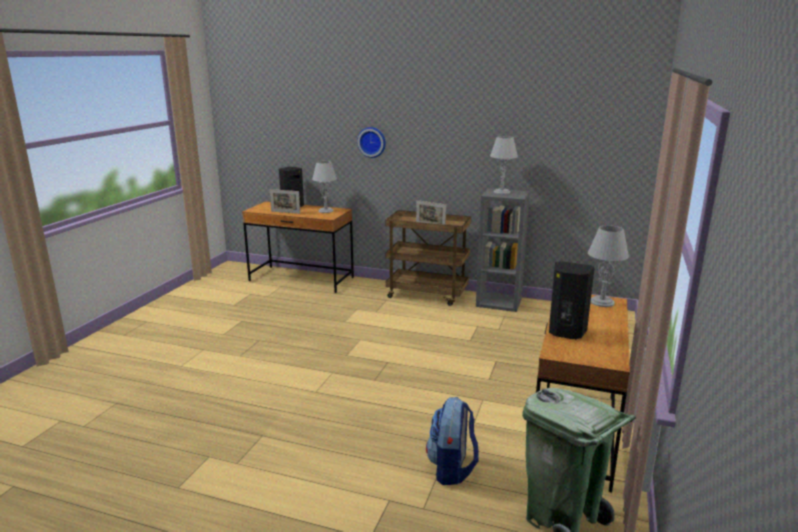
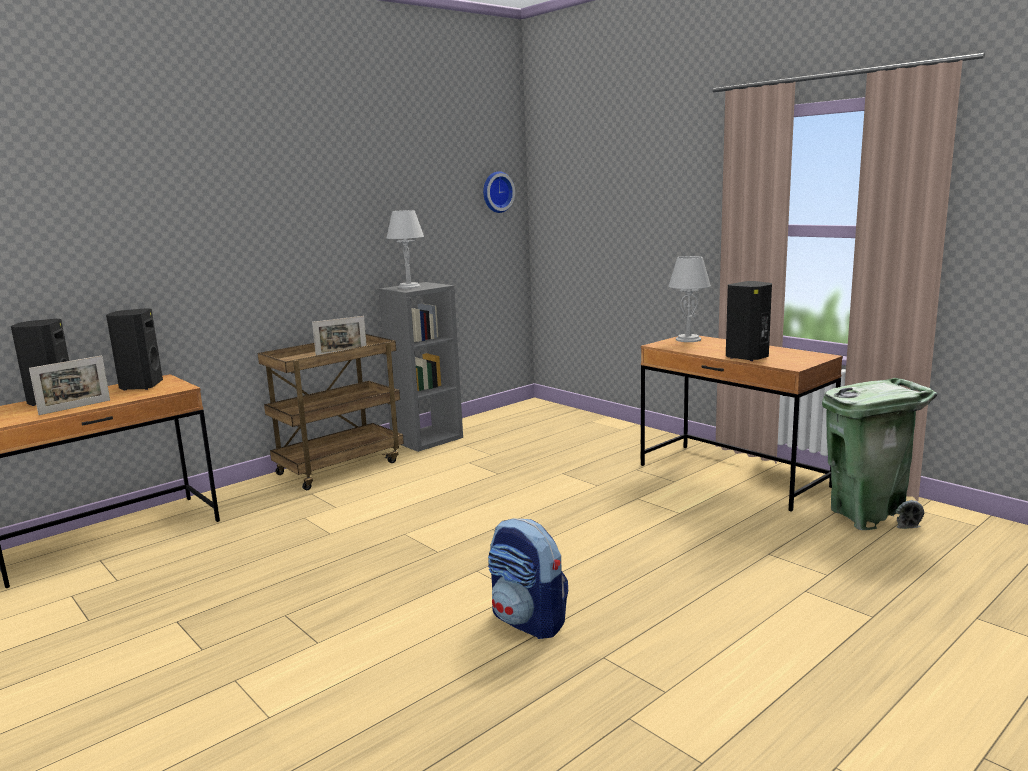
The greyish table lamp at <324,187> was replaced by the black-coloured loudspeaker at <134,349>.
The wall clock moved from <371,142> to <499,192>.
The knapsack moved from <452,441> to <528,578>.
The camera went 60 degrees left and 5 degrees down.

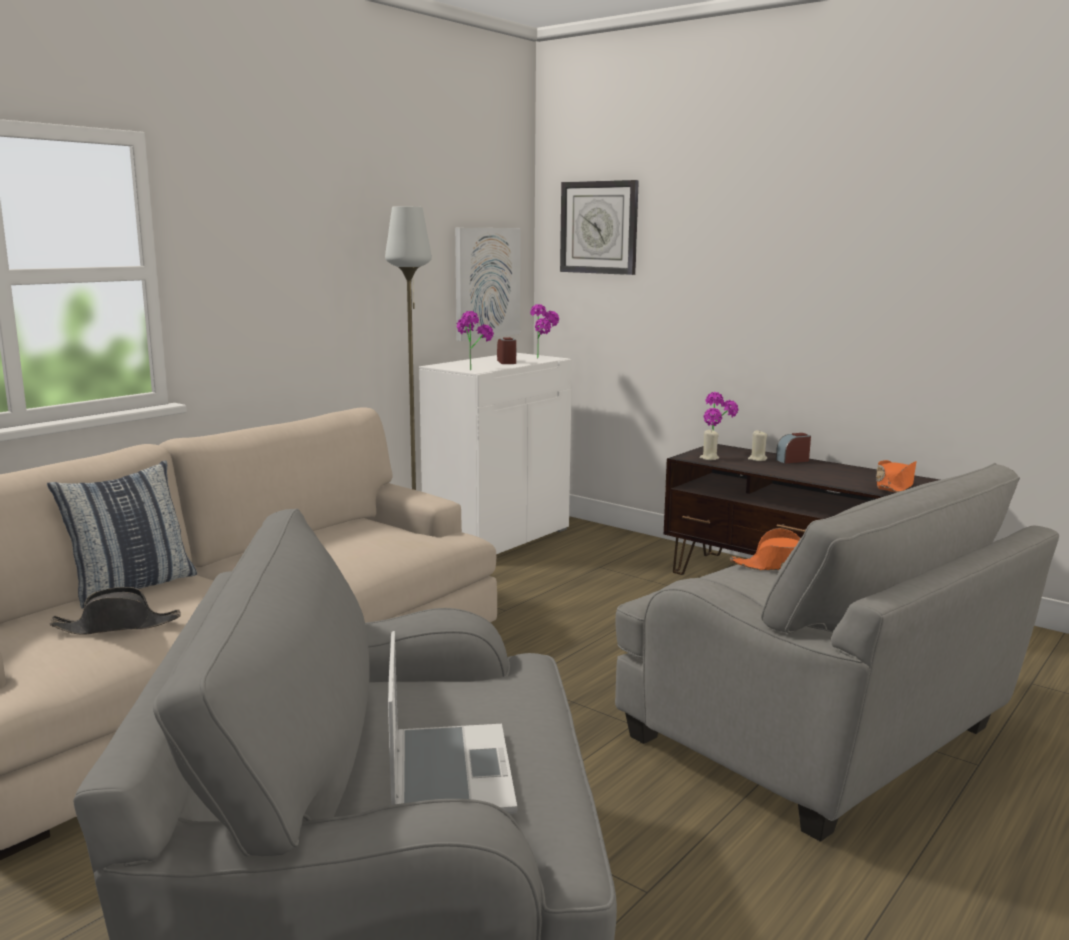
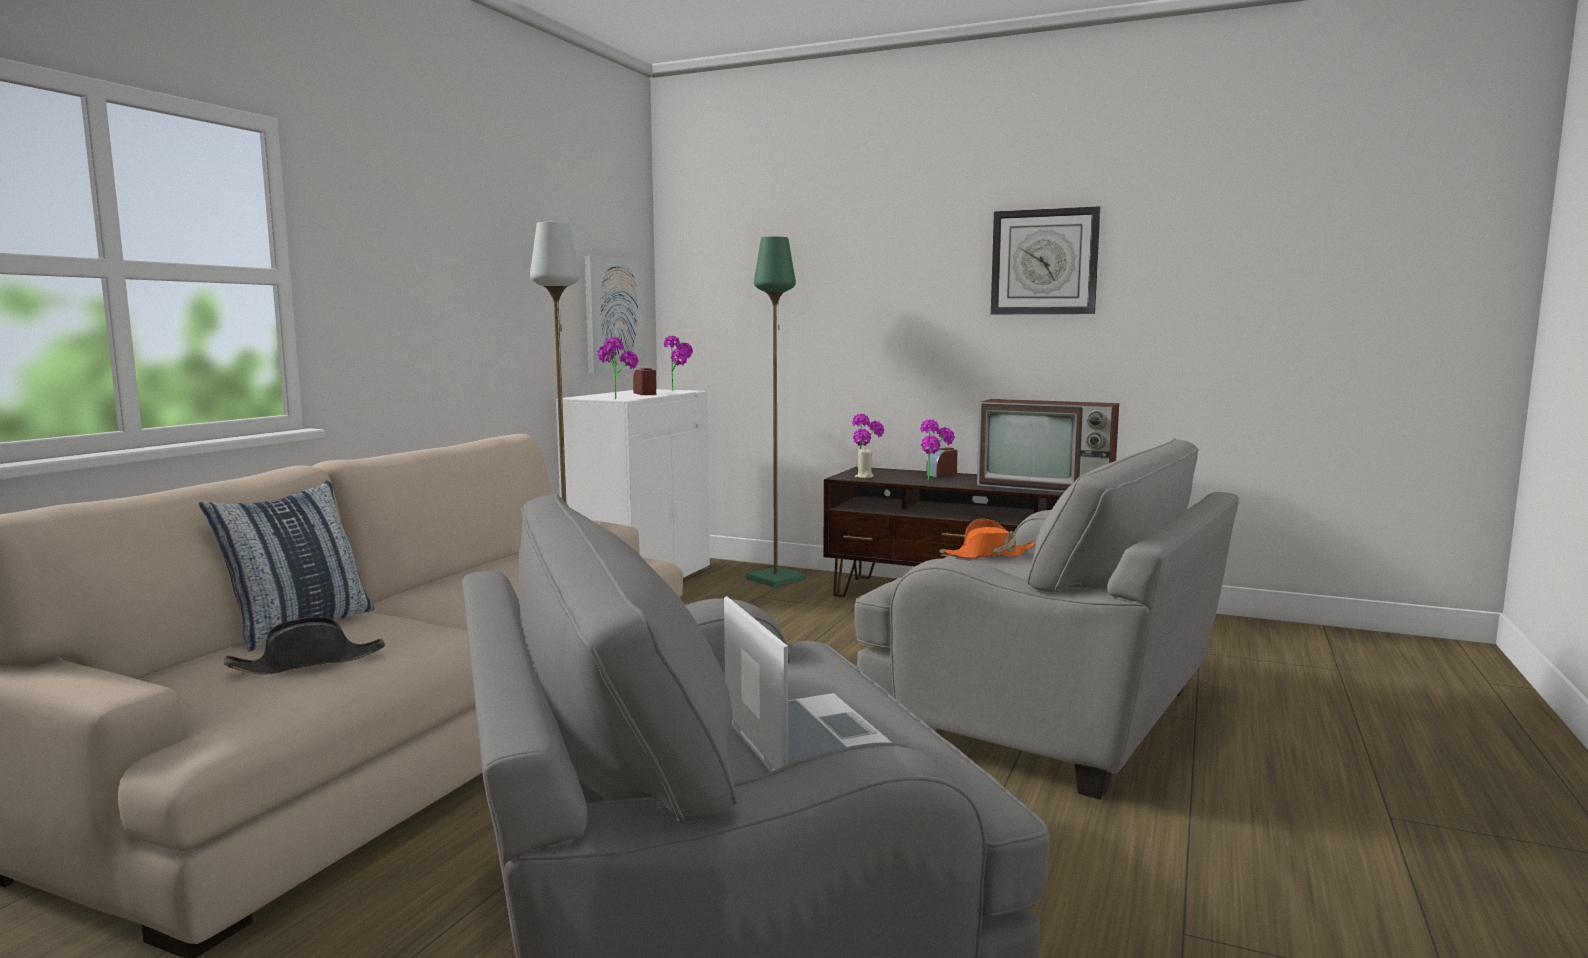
The wall clock moved from <599,227> to <1045,260>.
The sand-coloured wax light at <757,446> disappeared.
The orange hat at <896,476> was replaced by the TV set at <1048,445>.
The green-coloured floor lamp at <775,412> appeared.
The houseplant at <937,449> appeared.
The camera went 15 degrees left and 5 degrees down.

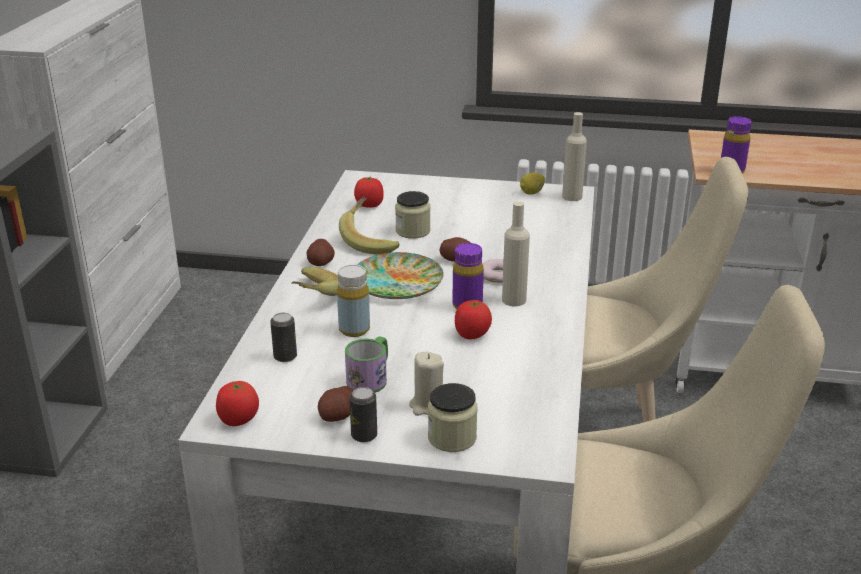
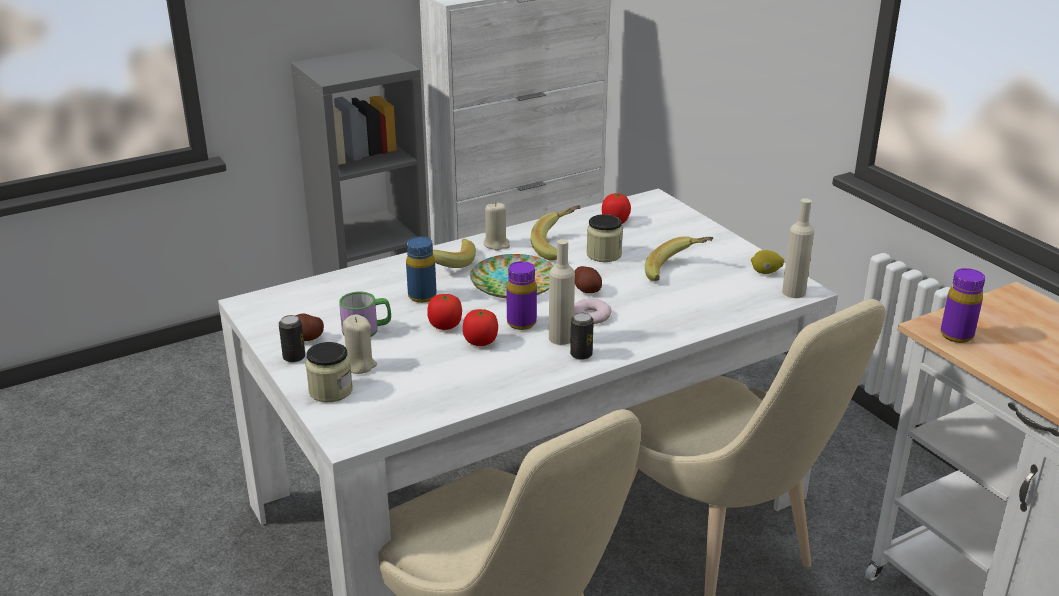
The fresh tomato moved from <237,403> to <444,312>.
The sealed can moved from <283,337> to <582,336>.
The spud at <320,252> was replaced by the sand-coloured wax light at <497,226>.
The yellow-coloured bottle at <353,301> became the blue bottle at <421,270>.
The whole banana at <679,258> appeared.
The camera went 50 degrees right and 0 degrees up.

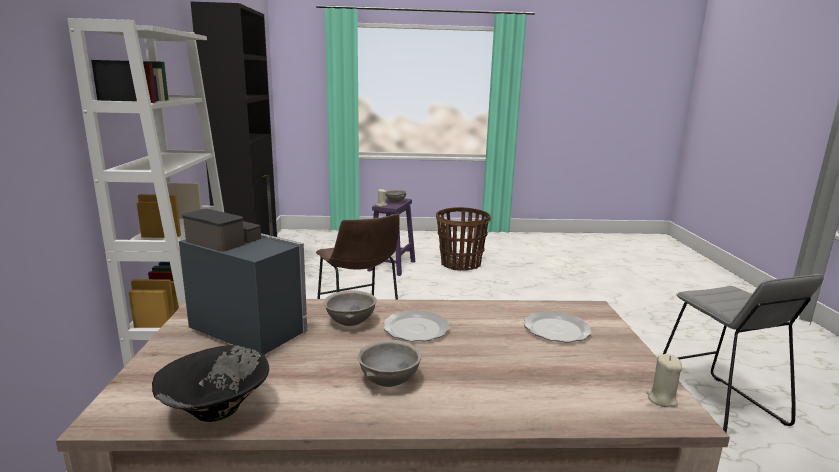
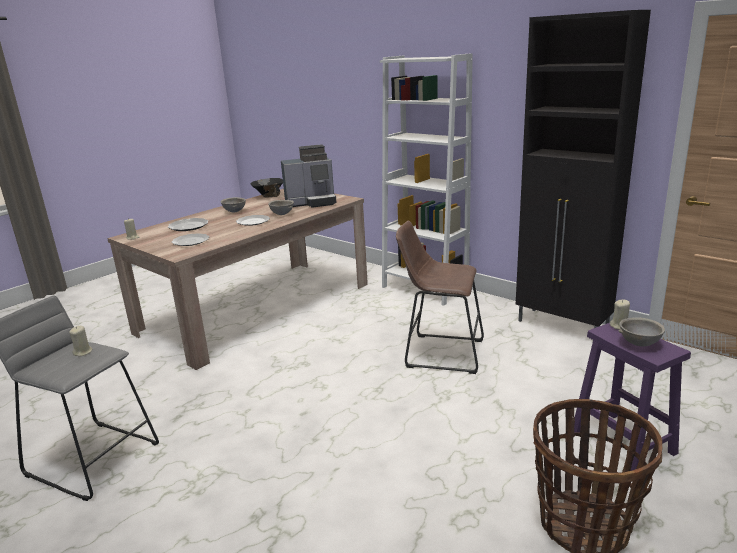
The sand-coloured wax light at <80,341> appeared.
The flat dish at <188,224> appeared.
The camera went 135 degrees right and 5 degrees up.

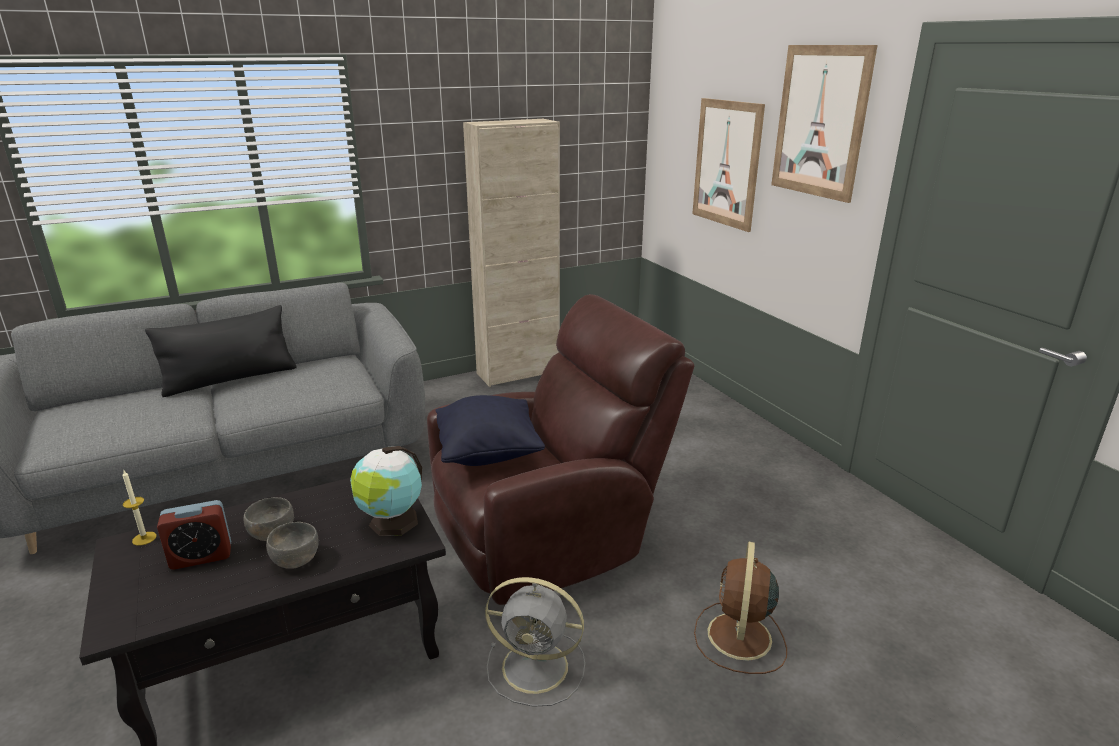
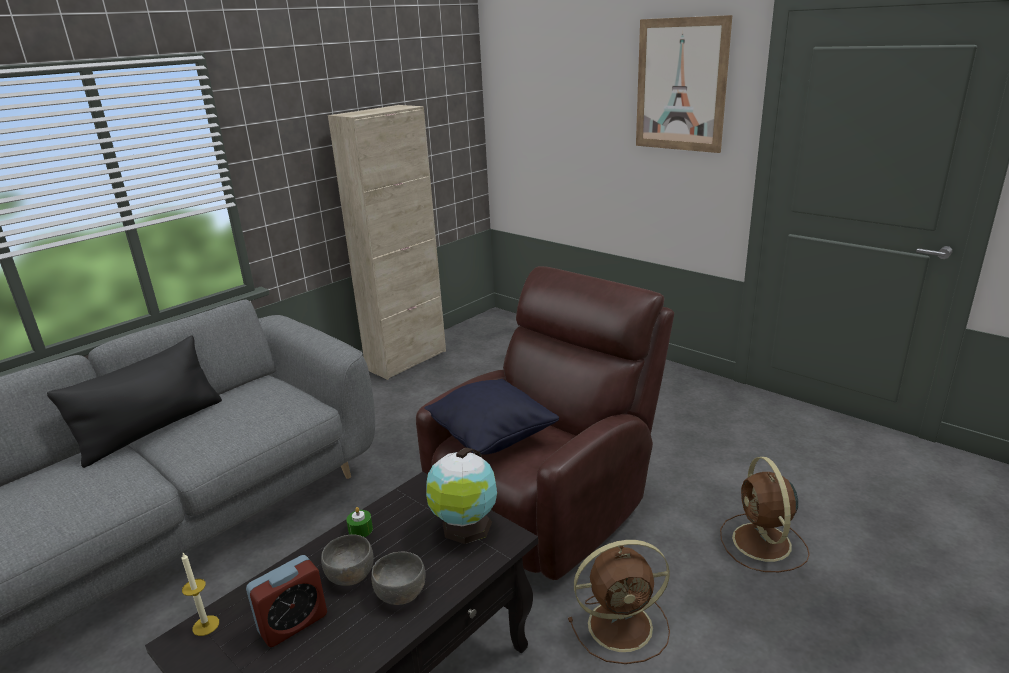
The greyish cooling fan at <535,642> became the brown-coloured cooling fan at <619,602>.
The wall picture at <728,165> disappeared.
The green-coloured wax light at <359,522> appeared.
The camera went 20 degrees left and 0 degrees up.

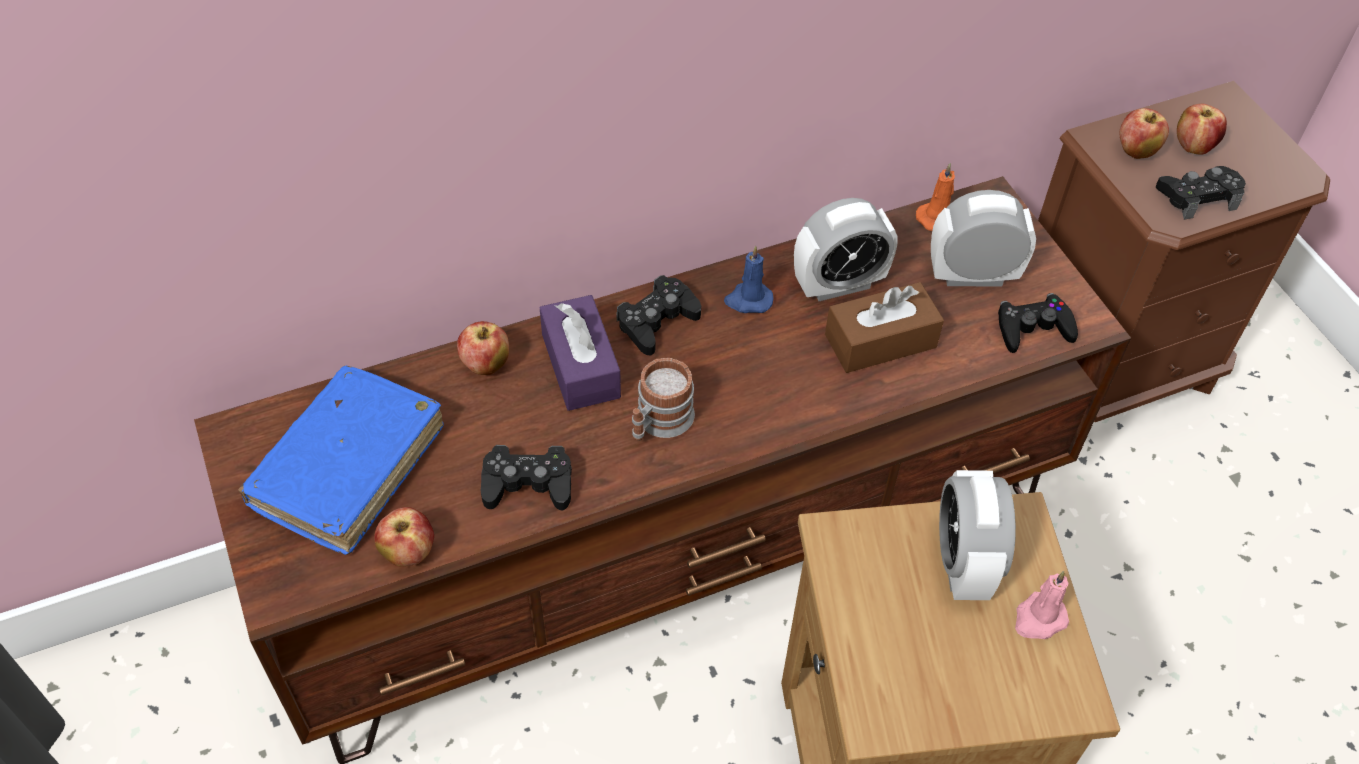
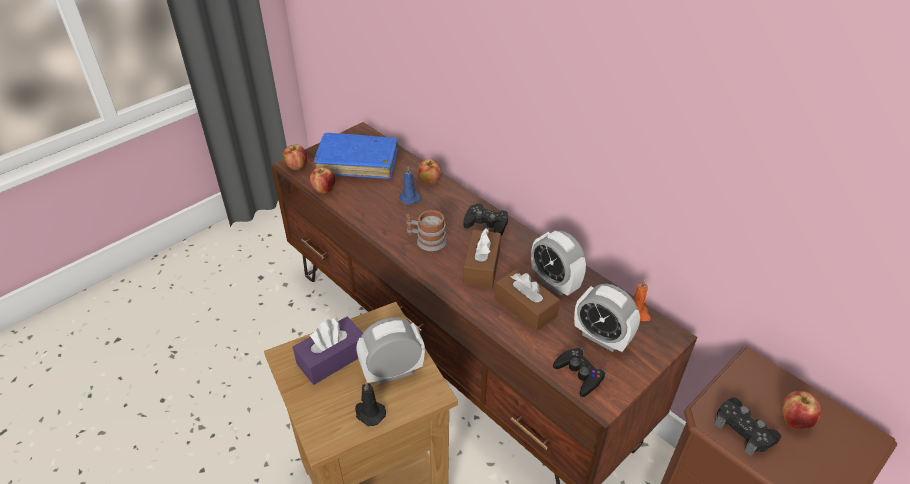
The black-coloured joypad at <526,477> disappeared.
The purple tissue holder moved from <580,353> to <328,351>.
The blue wax light moved from <749,279> to <410,185>.
The table clock at <983,238> turned 150 degrees clockwise.
The pink wax light at <1042,605> became the black-coloured wax light at <370,403>.
The whole apple moved from <1144,133> to <294,157>.
The brown-coloured tissue holder at <482,258> appeared.
The camera went 70 degrees right and 10 degrees down.

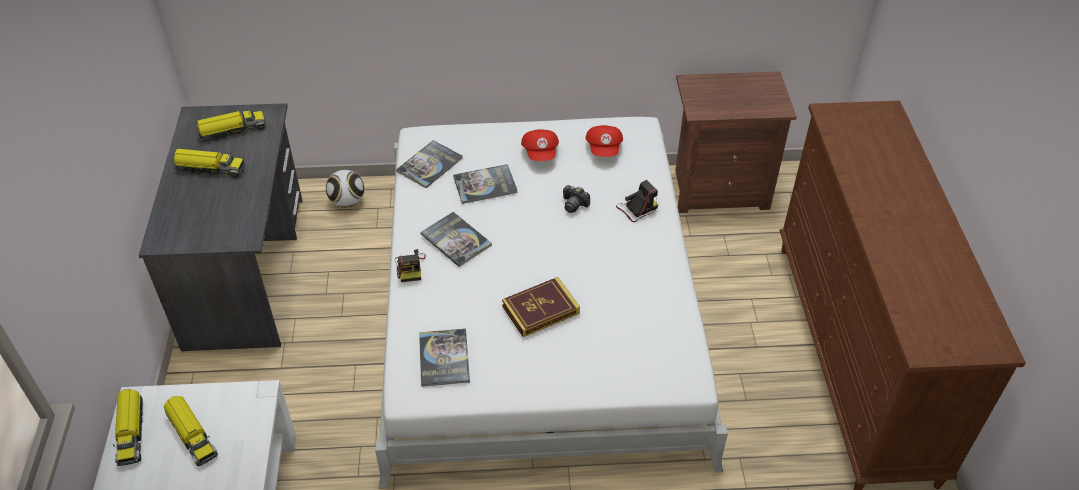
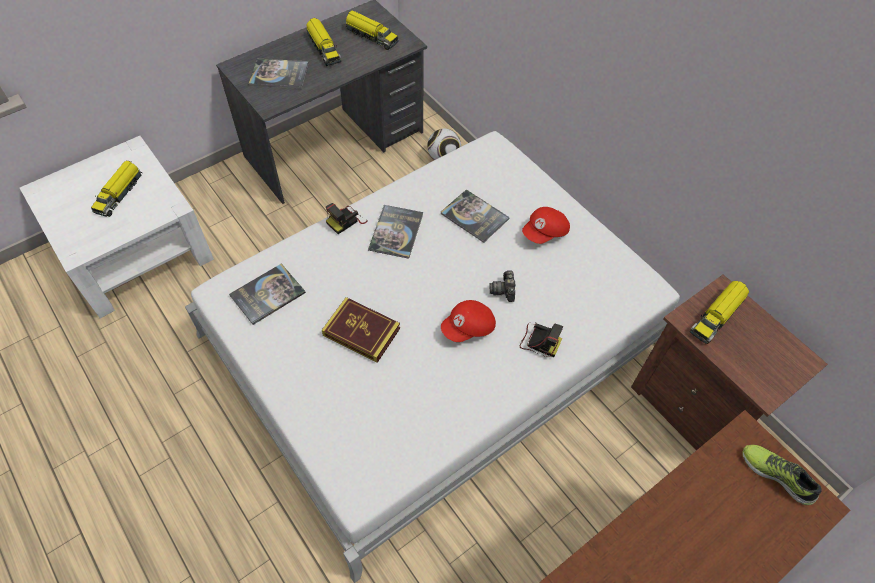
The toy lorry moved from <128,427> to <719,312>.
The book moved from <429,164> to <279,73>.
The red-coloured peaked cap moved from <604,141> to <468,321>.
The item of footwear at <782,475> appeared.
The camera went 55 degrees right and 10 degrees up.

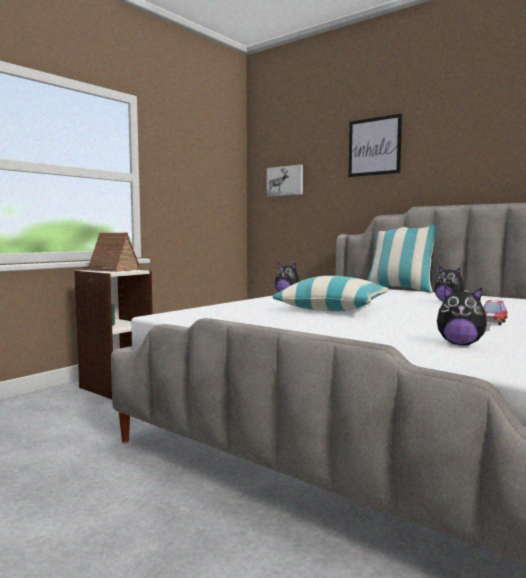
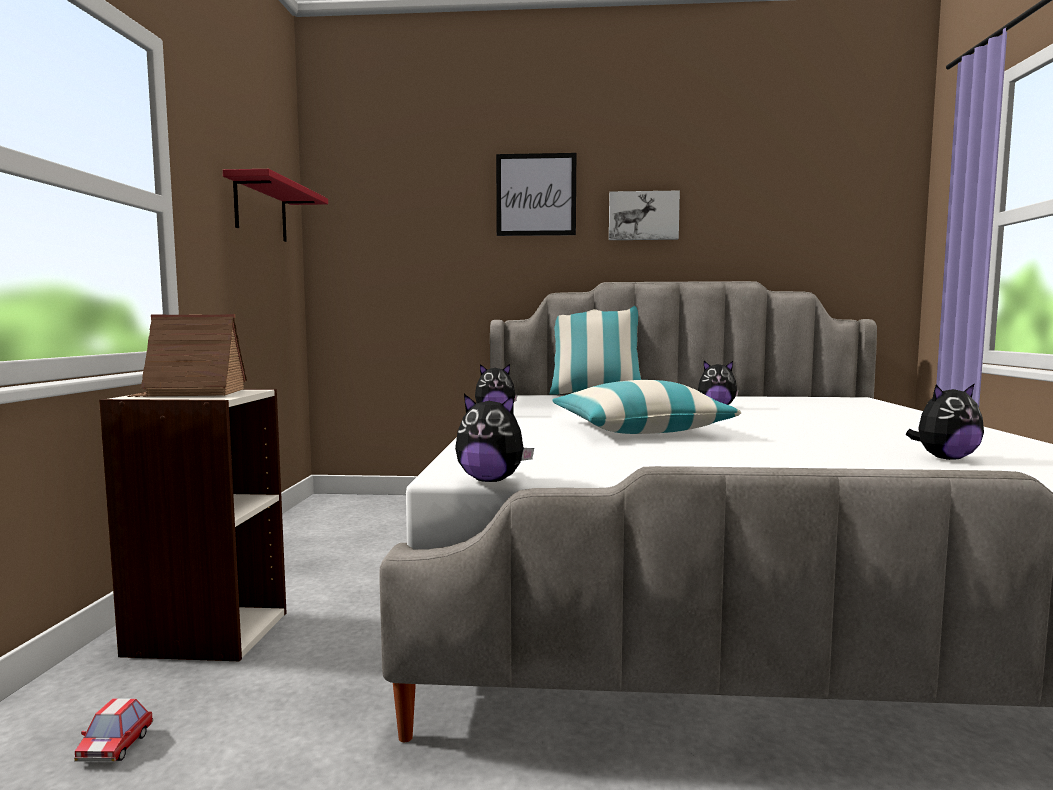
The wall picture moved from <285,180> to <644,215>.
The toy car moved from <495,312> to <113,730>.
The red-coloured shelf at <275,205> appeared.
The plush toy at <494,438> appeared.
The camera went 35 degrees left and 0 degrees up.

